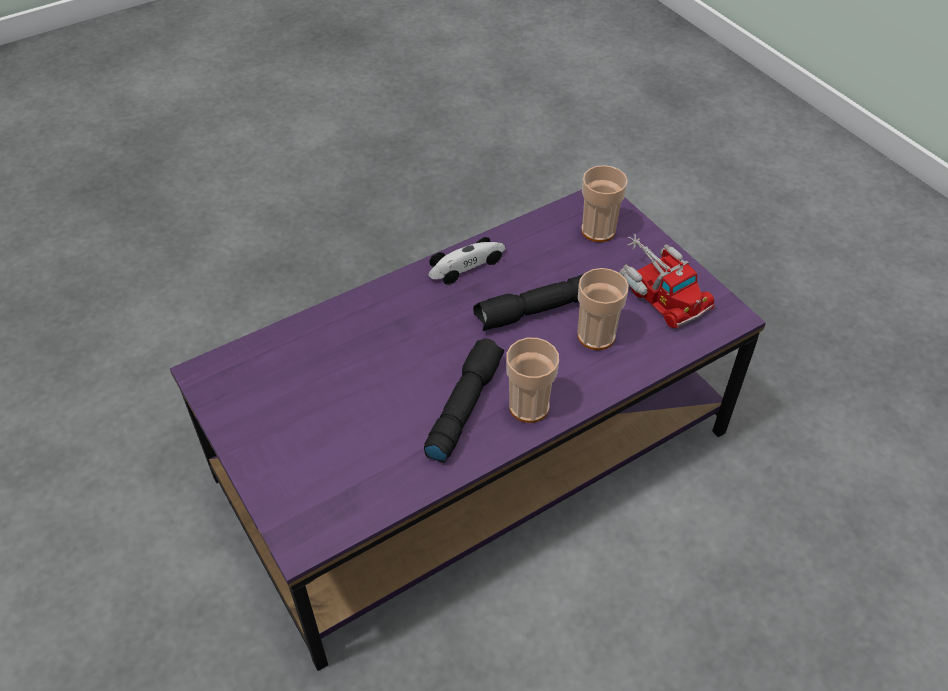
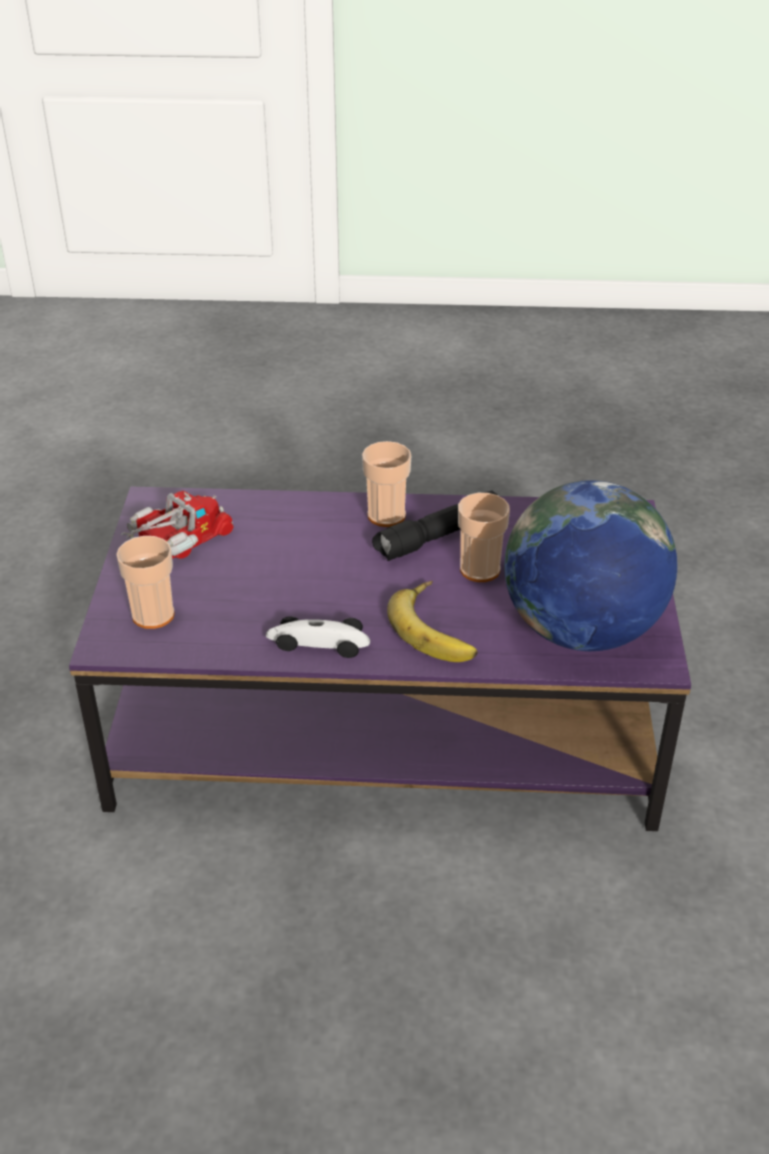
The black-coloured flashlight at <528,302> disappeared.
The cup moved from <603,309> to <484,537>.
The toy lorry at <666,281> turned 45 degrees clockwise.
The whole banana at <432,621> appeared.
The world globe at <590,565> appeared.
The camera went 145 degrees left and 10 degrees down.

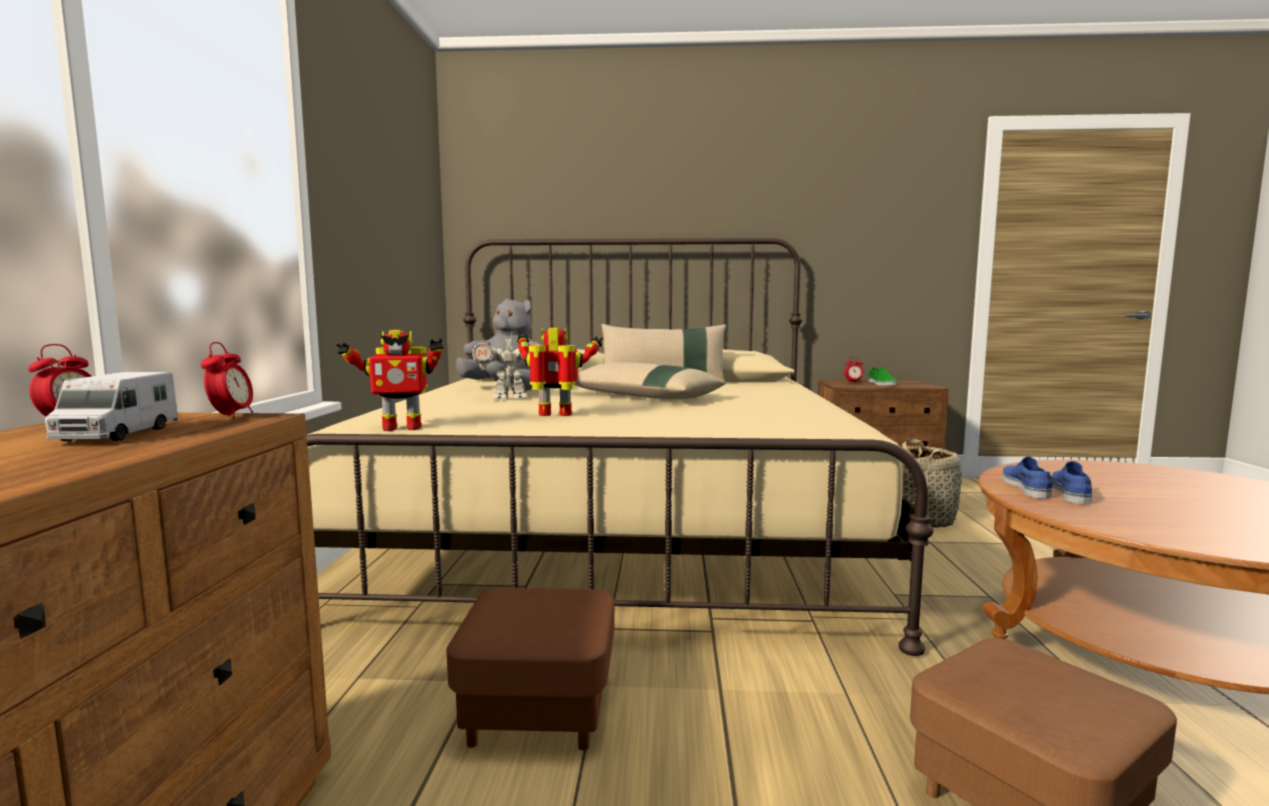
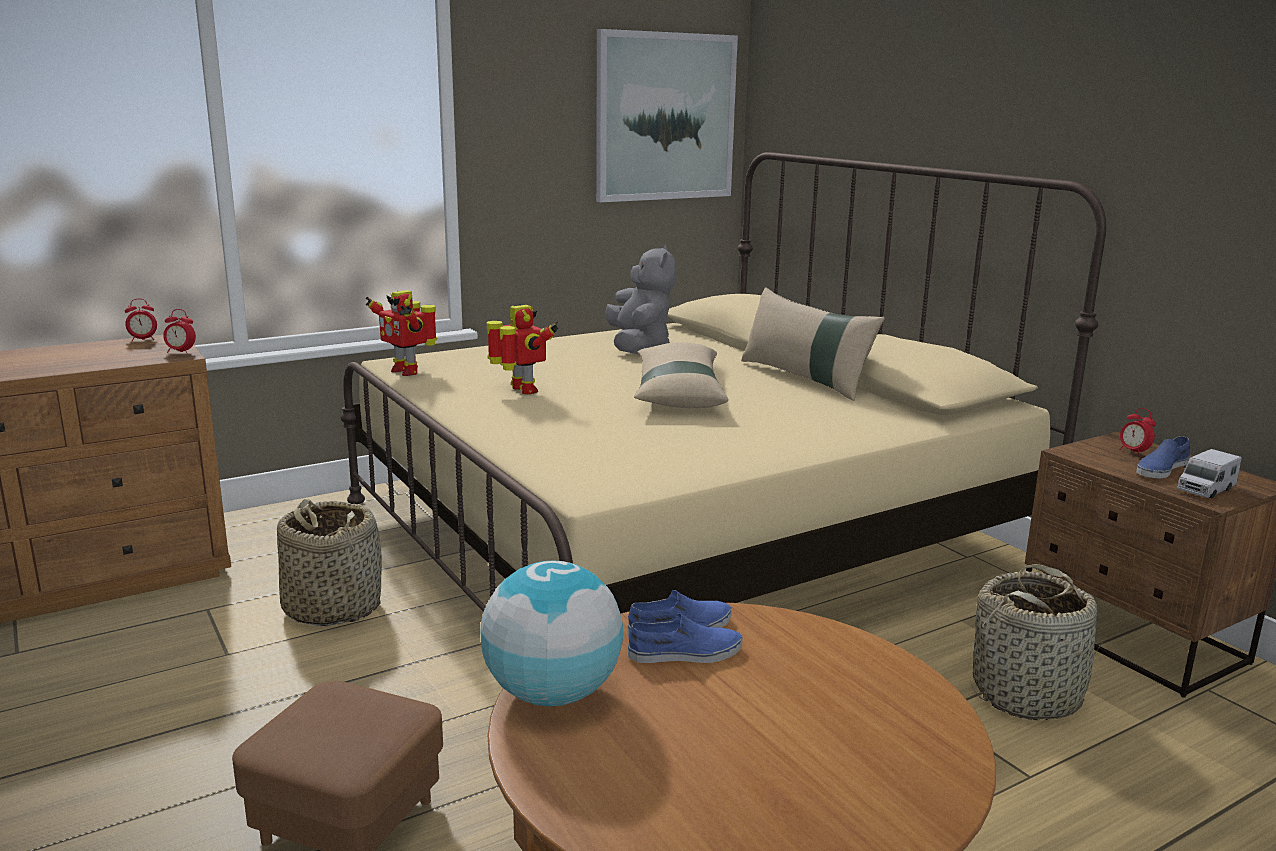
The toy lorry moved from <111,406> to <1209,474>.
The table clock at <227,380> turned 45 degrees clockwise.
The brown-coloured ottoman at <531,669> was replaced by the basket at <329,562>.
The model robot at <506,365> disappeared.
The green-coloured item of footwear at <883,376> became the blue item of footwear at <1163,457>.
The world globe at <551,633> appeared.
The wall picture at <667,115> appeared.
The camera went 55 degrees right and 10 degrees up.

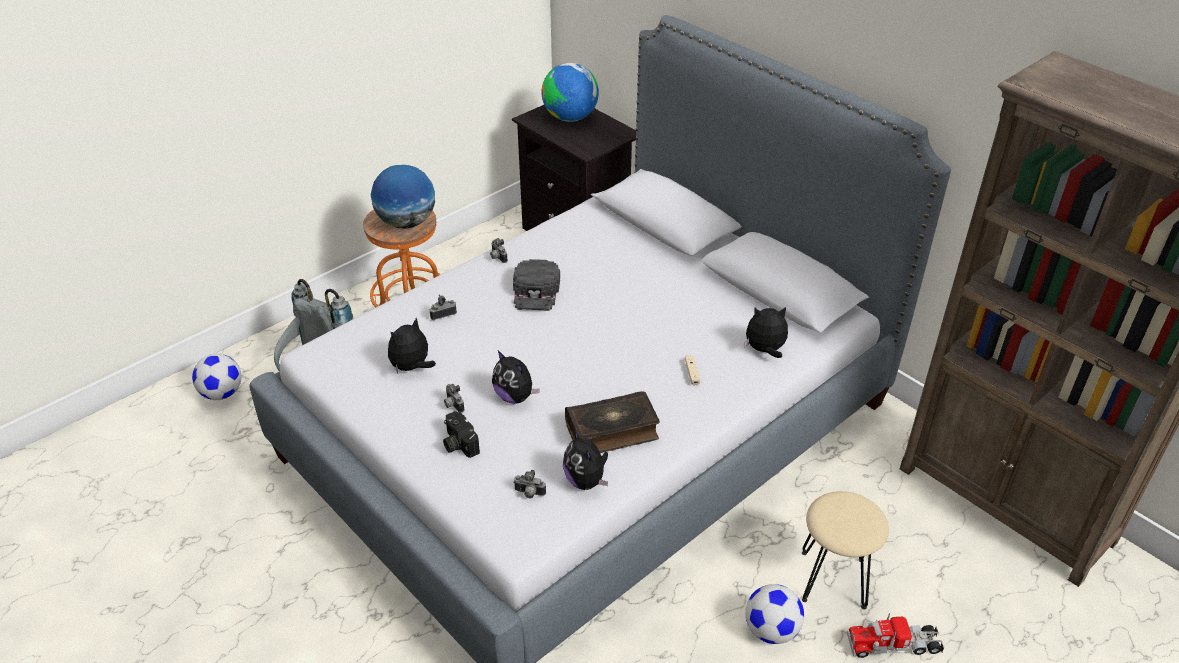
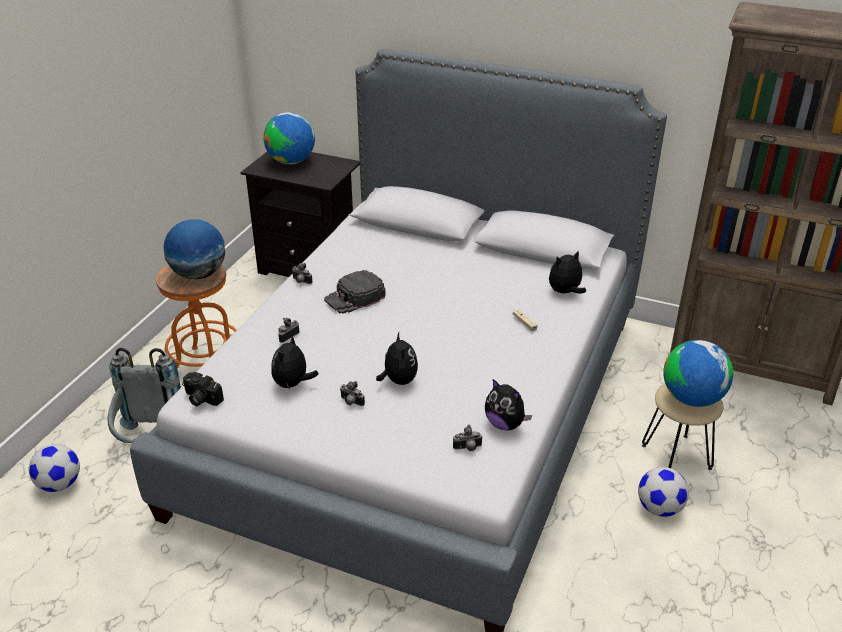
The still camera moved from <461,434> to <203,389>.
The plush toy at <516,377> turned 120 degrees counterclockwise.
The black-coloured peaked cap at <536,285> turned 75 degrees clockwise.
The book at <612,422> disappeared.
The toy lorry at <895,635> disappeared.
The world globe at <698,373> appeared.
The camera went 25 degrees left and 5 degrees down.

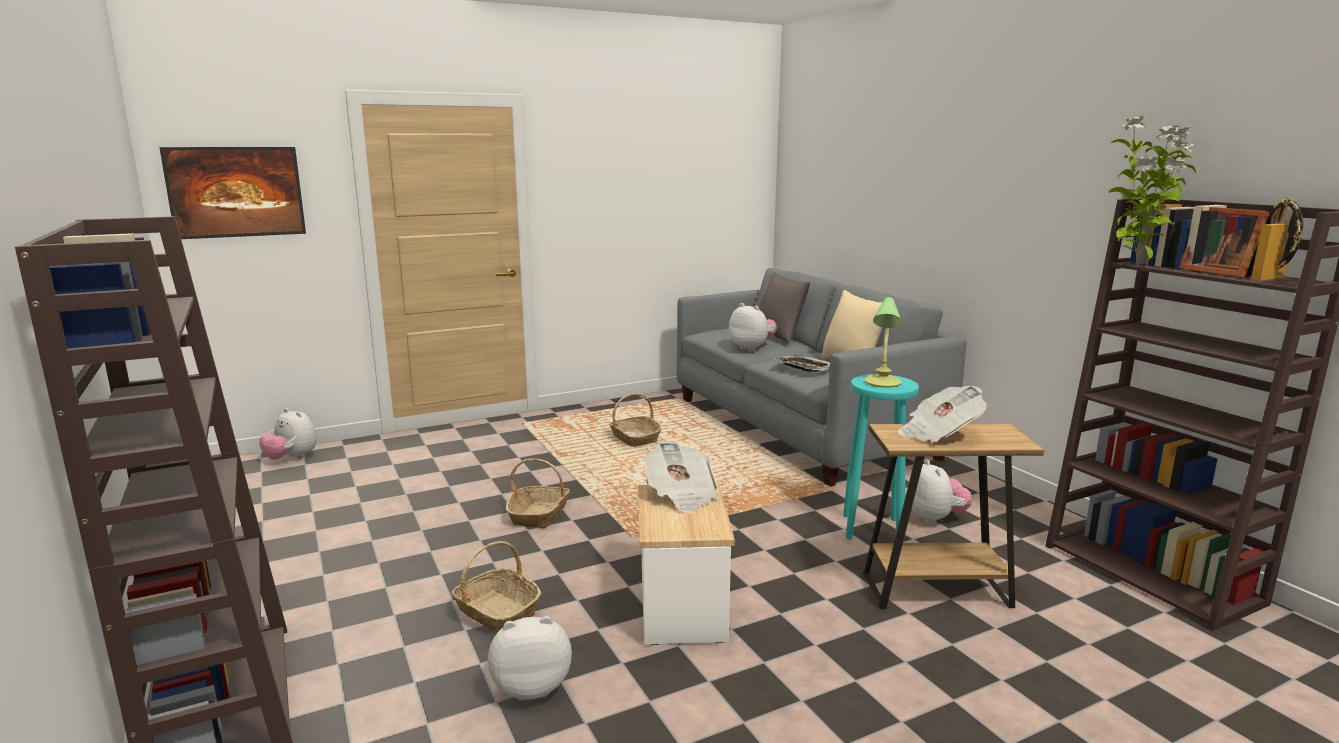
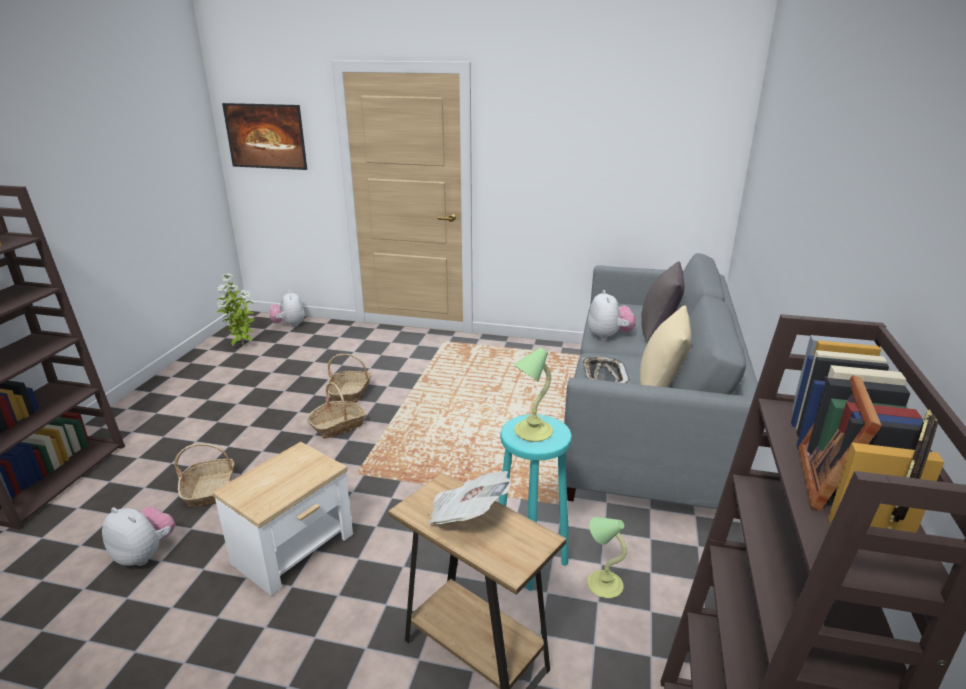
The basket moved from <635,420> to <349,378>.
The printed paper at <681,477> disappeared.
The plush toy at <940,492> was replaced by the table lamp at <607,557>.
The houseplant moved from <1152,189> to <235,309>.
The camera went 40 degrees right and 10 degrees up.

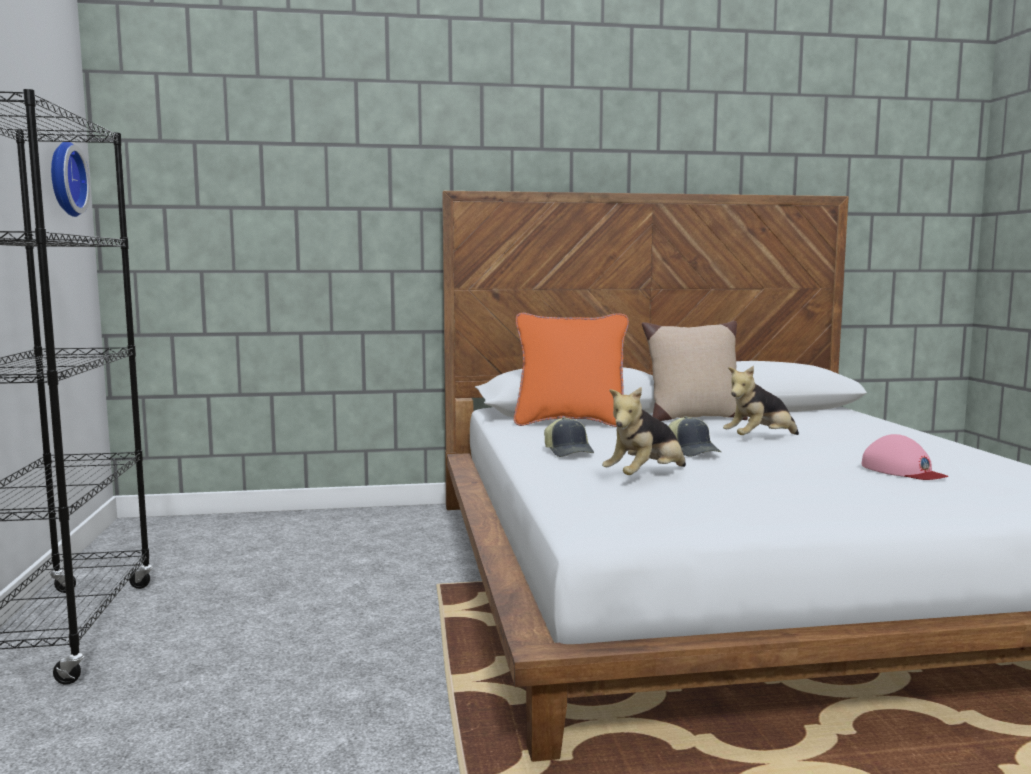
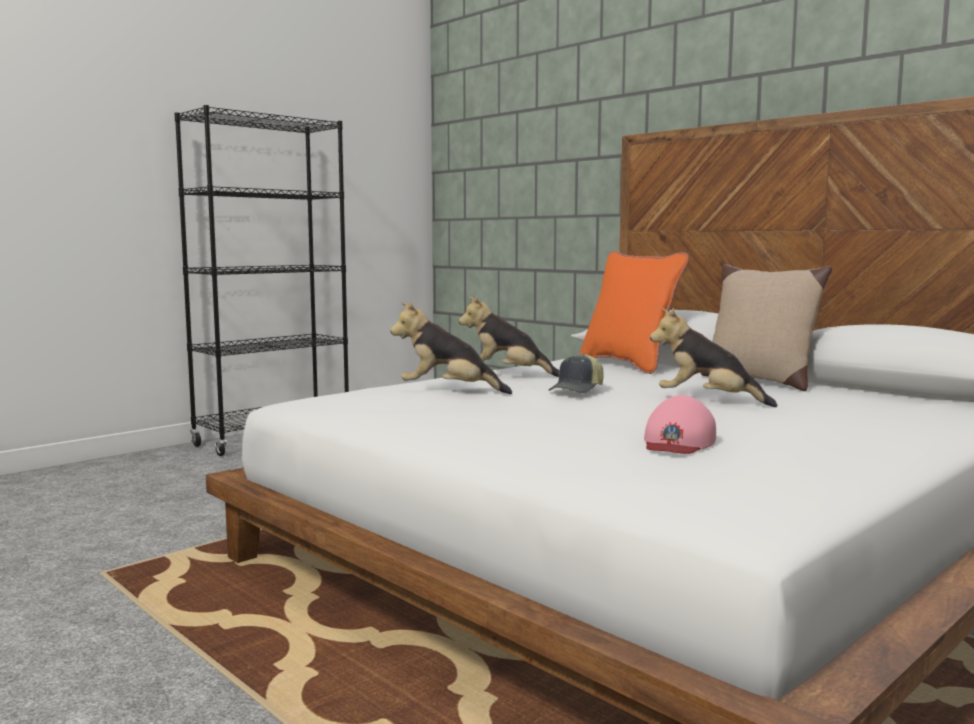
The wall clock at <70,179> disappeared.
The peaked cap at <569,437> was replaced by the plush toy at <509,336>.
The camera went 55 degrees right and 0 degrees up.

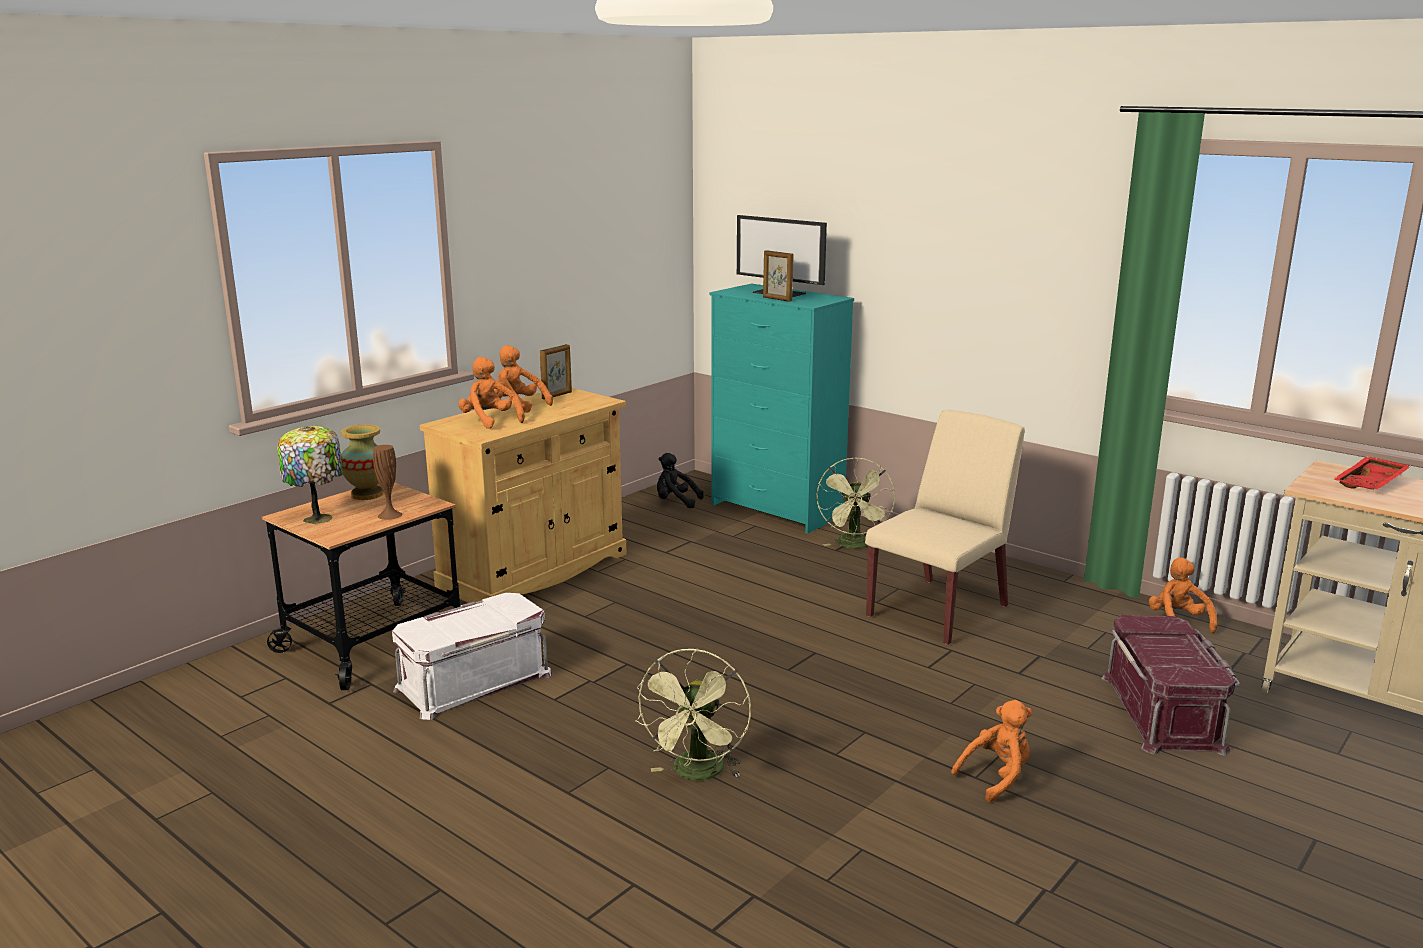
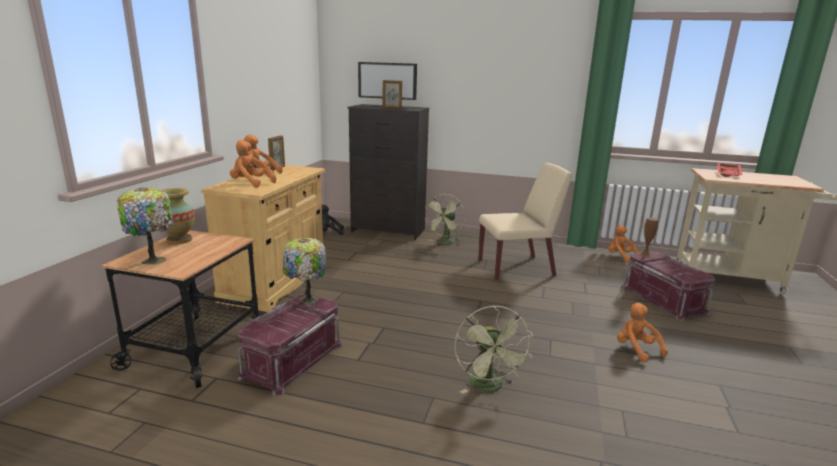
The brown-coloured vase moved from <387,482> to <648,238>.
The white-coloured storage box at <472,656> became the red-coloured storage box at <290,345>.
The blue-green chest of drawers at <782,409> became the black-coloured chest of drawers at <389,172>.
The green-coloured cooling fan at <856,503> turned 45 degrees clockwise.
The sand-coloured plain chair at <945,527> turned 60 degrees clockwise.
The orange plush toy at <991,751> turned 60 degrees counterclockwise.
The table lamp at <304,271> appeared.
The camera went 25 degrees left and 0 degrees up.

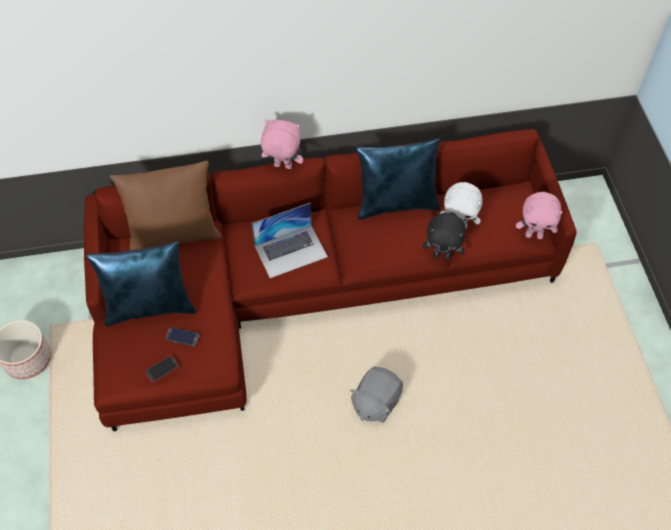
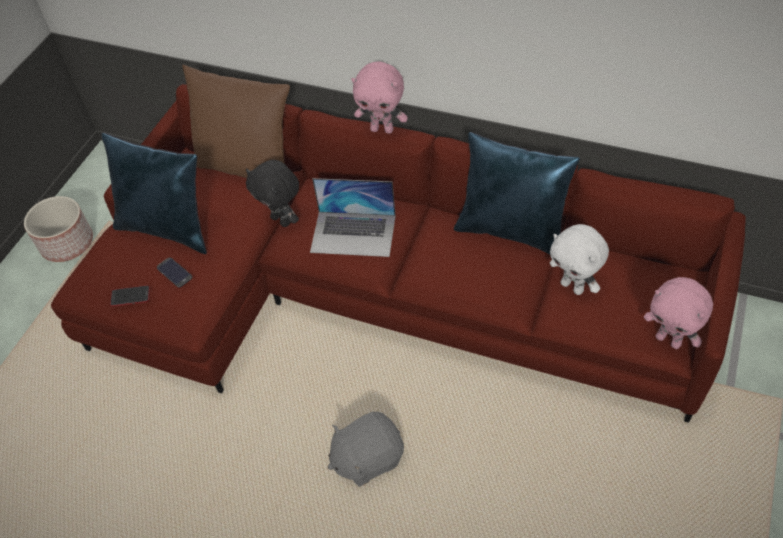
The pink plush toy at <282,144> turned 150 degrees clockwise.
The black-coloured plush toy moved from <444,236> to <272,193>.
The camera went 35 degrees right and 5 degrees down.

